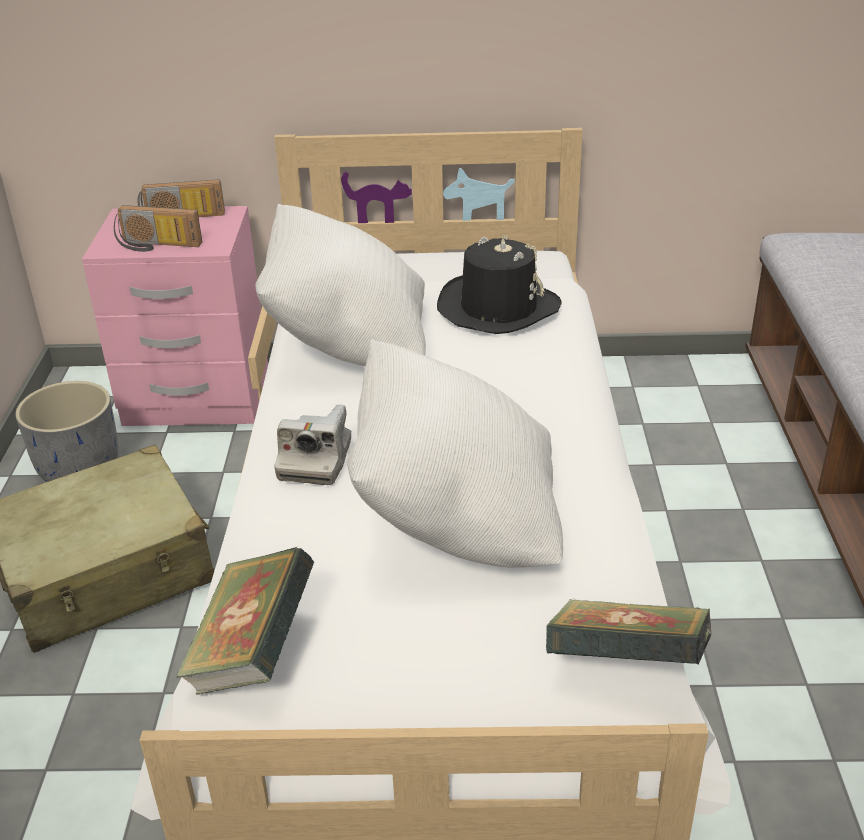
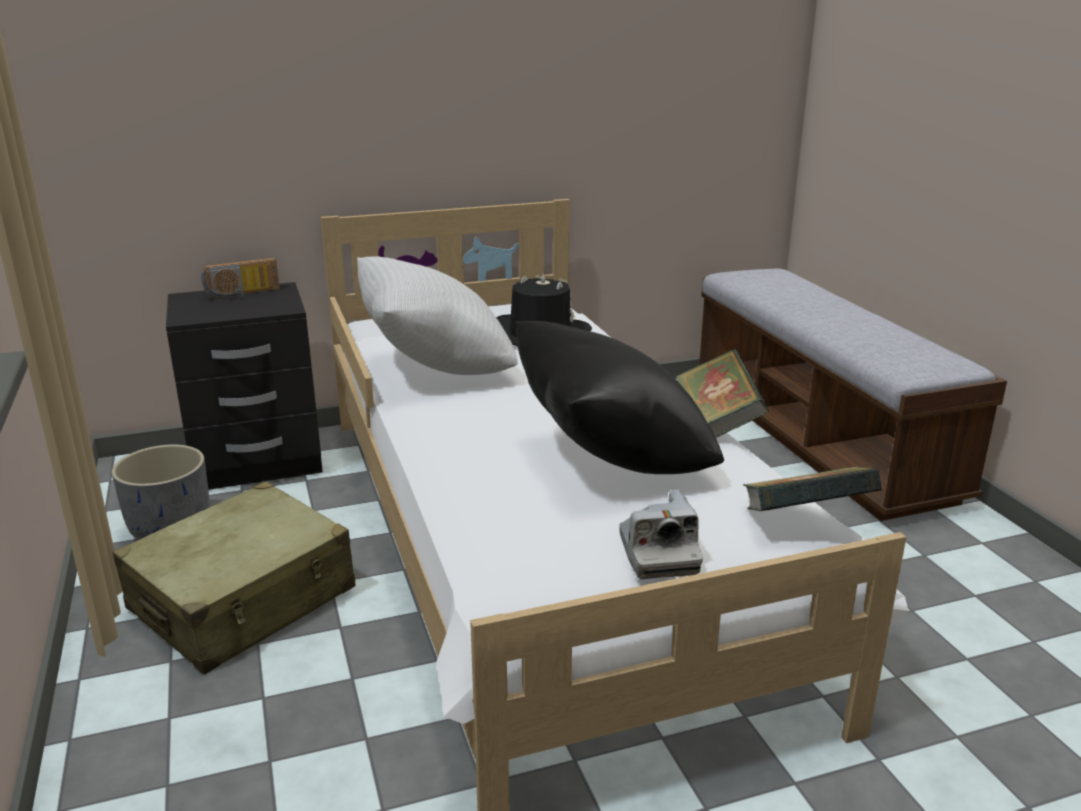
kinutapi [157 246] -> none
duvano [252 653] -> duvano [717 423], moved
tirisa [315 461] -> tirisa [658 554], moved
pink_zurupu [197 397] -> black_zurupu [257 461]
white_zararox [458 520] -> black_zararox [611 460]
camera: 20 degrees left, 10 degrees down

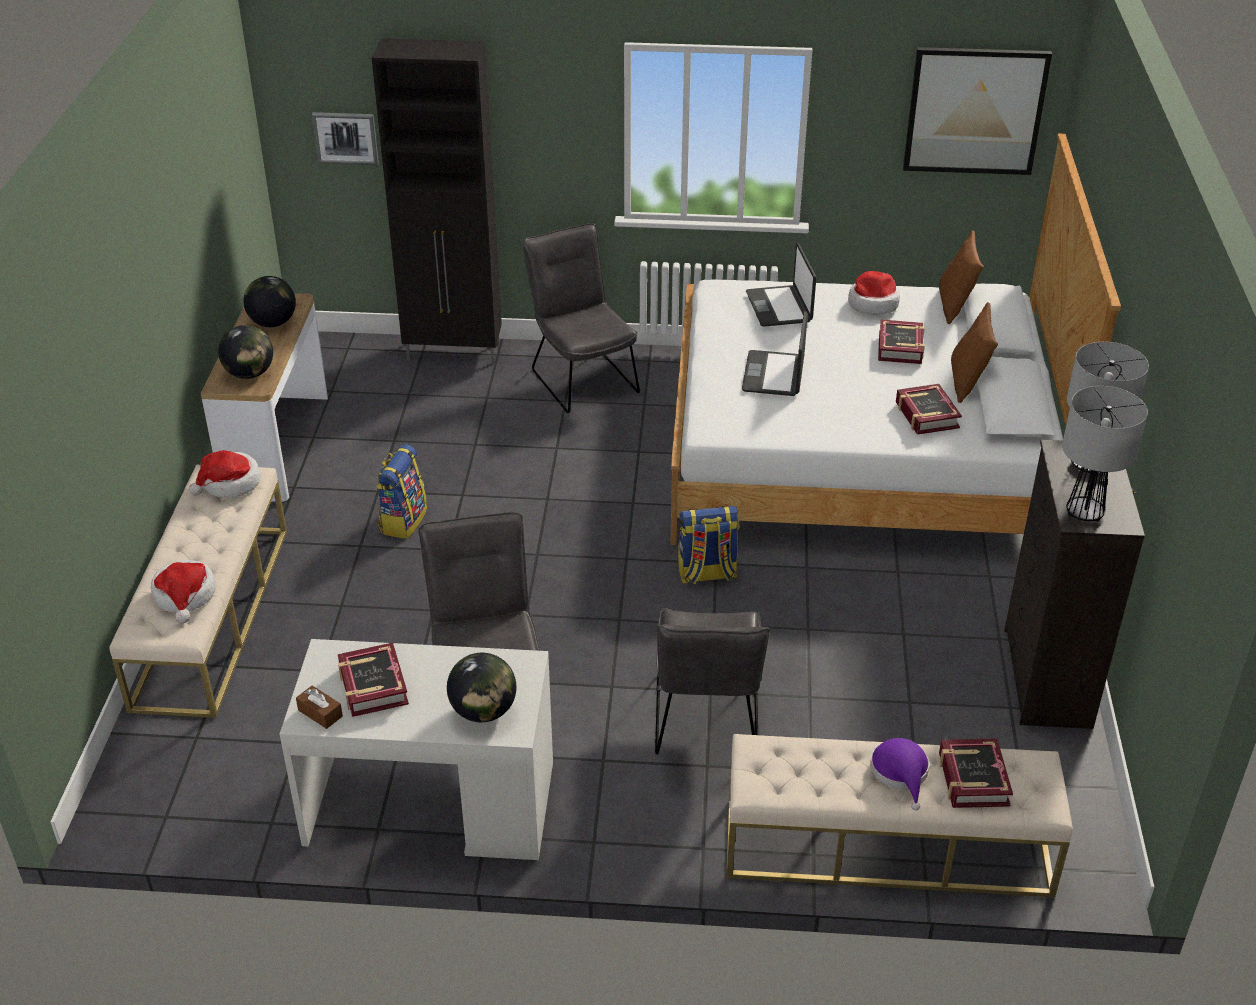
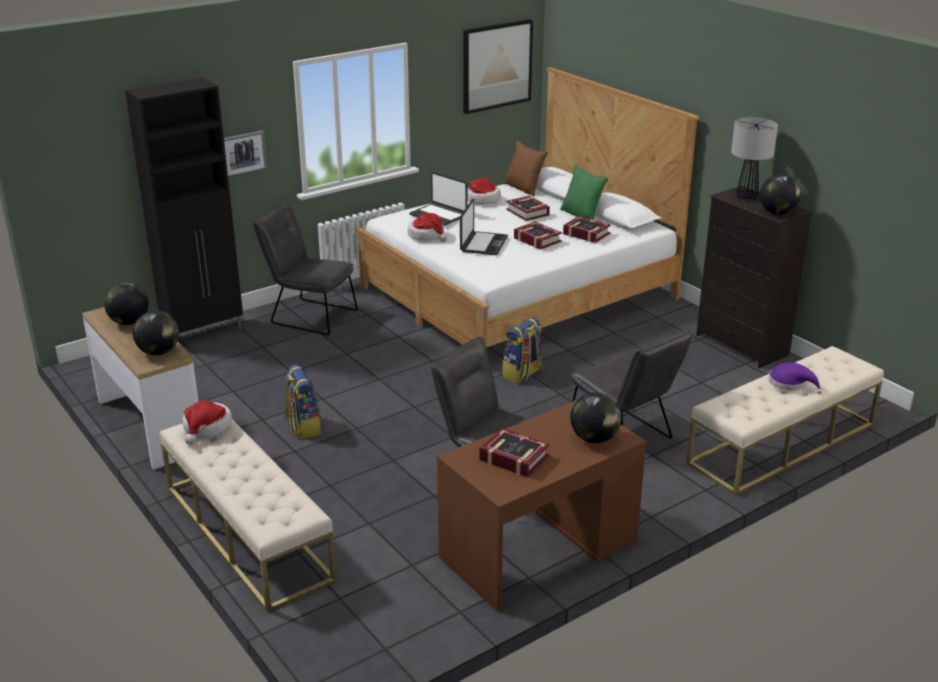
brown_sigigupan [320 713] -> none
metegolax [185 596] -> metegolax [427 235], moved
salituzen [345 138] -> salituzen [243 153], moved
duvano [972 779] -> duvano [537 240], moved
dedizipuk [1085 513] -> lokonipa [777 213]
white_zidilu [430 803] -> brown_zidilu [539 549]
brown_zararox [968 382] -> green_zararox [582 215]
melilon [774 375] -> melilon [483 244], 135 degrees counterclockwise
camera: 40 degrees left, 10 degrees down

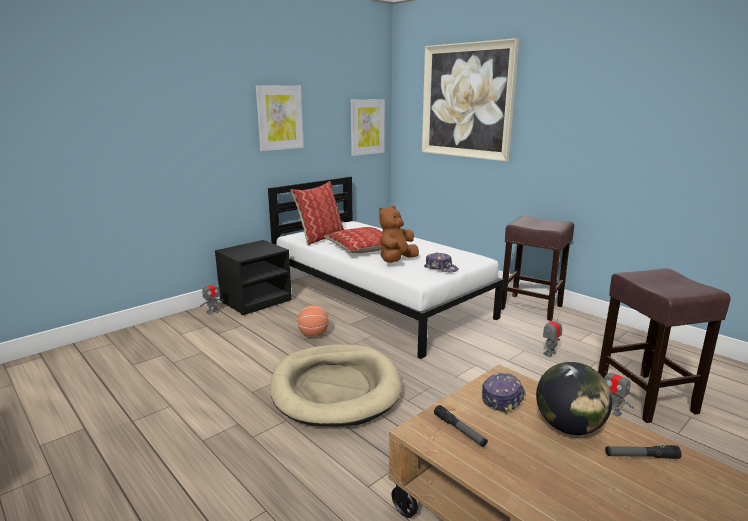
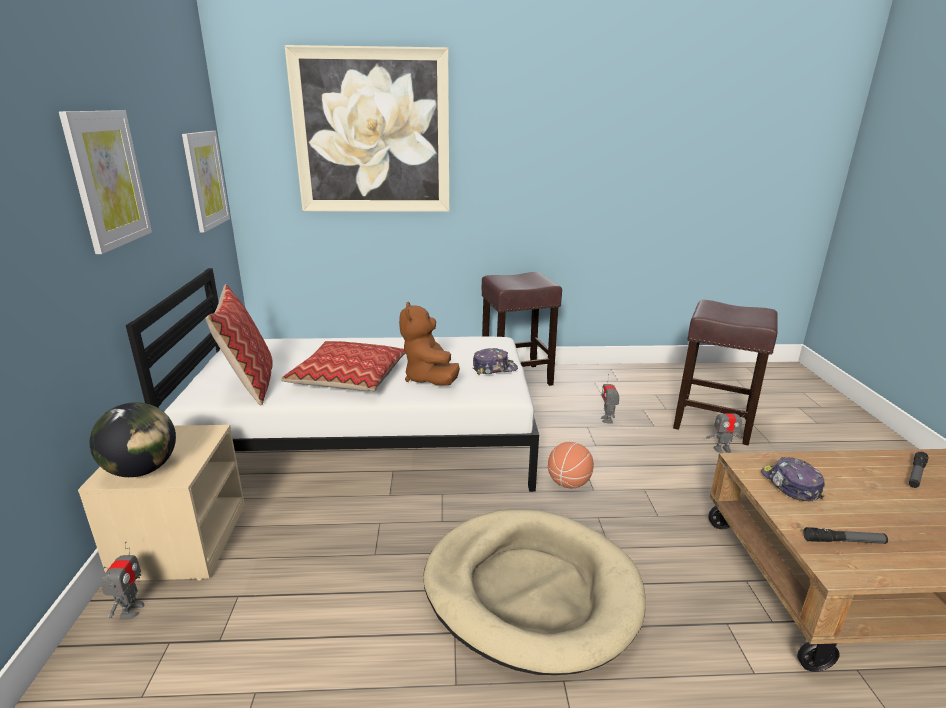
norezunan [313 334] -> norezunan [569 483], moved
lokonipa [568 427] -> lokonipa [142 470], moved
black_zurupu [256 300] -> beige_zurupu [181 541]
camera: 50 degrees left, 5 degrees up

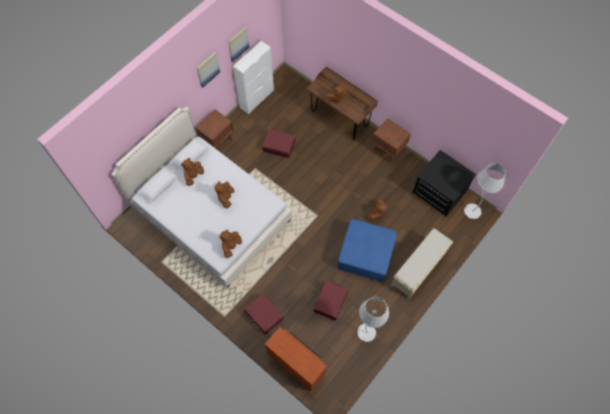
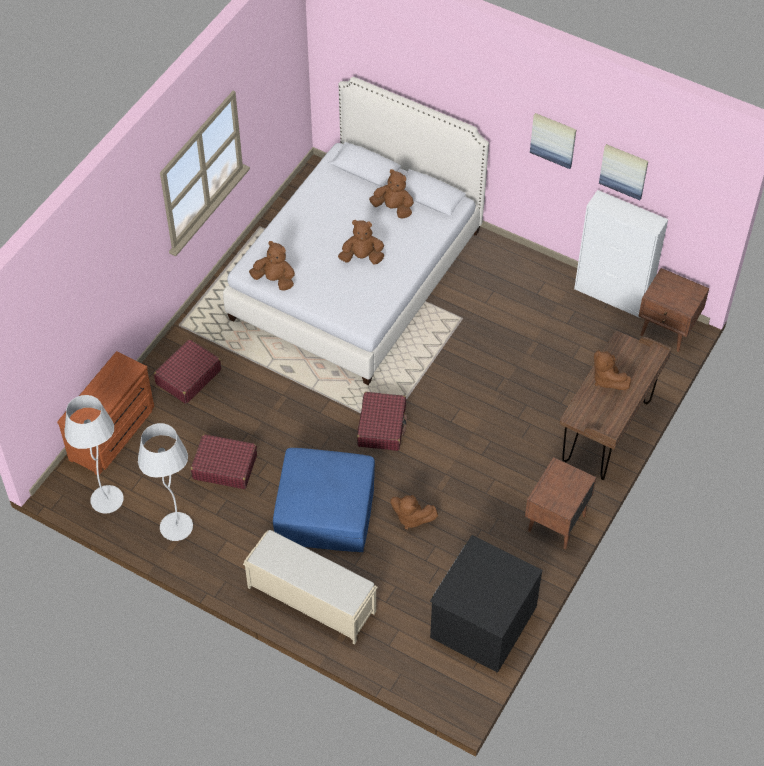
brown_zurupu [218 141] -> brown_zurupu [668 330], moved
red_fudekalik [279 146] -> red_fudekalik [382 426], moved
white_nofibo [472 211] -> white_nofibo [107 500], moved
camera: 80 degrees right, 10 degrees down

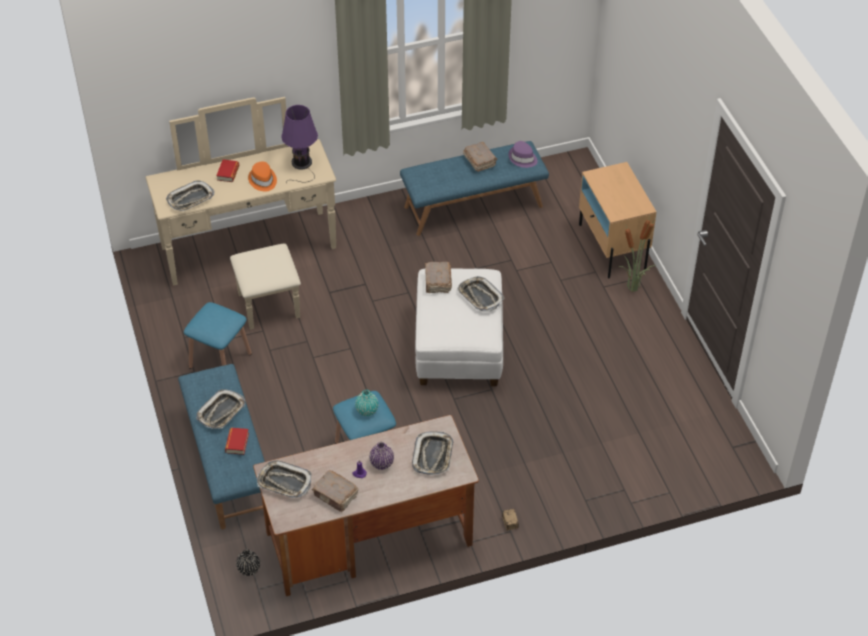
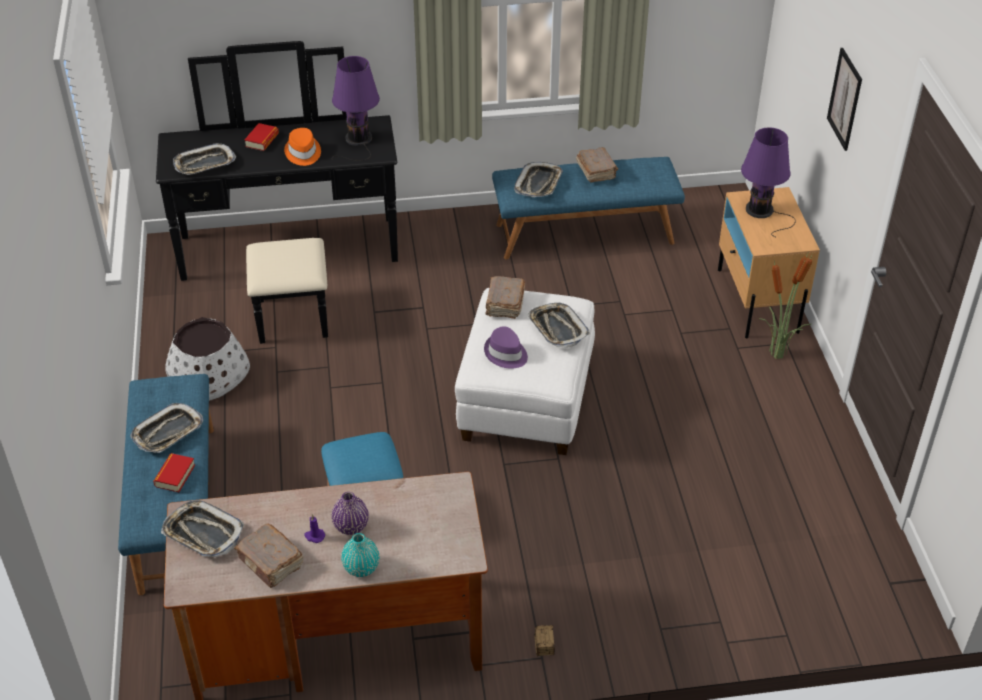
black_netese [249 569] -> none
none -> purple_dedizipuk [762 211]
none -> salituzen [845 99]
turquoise_netese [367 410] -> turquoise_netese [361 568], moved
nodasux [433 456] -> nodasux [539 184], moved
purple_metegolax [522 158] -> purple_metegolax [505 354], moved
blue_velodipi [220 360] -> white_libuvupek [209 376]
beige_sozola [254 260] -> black_sozola [290 264]
camera: 10 degrees right, 5 degrees down

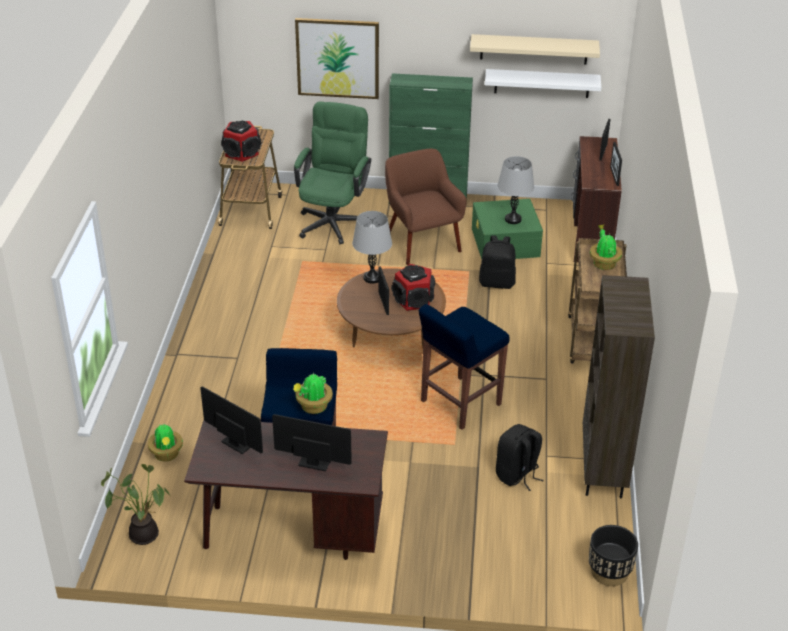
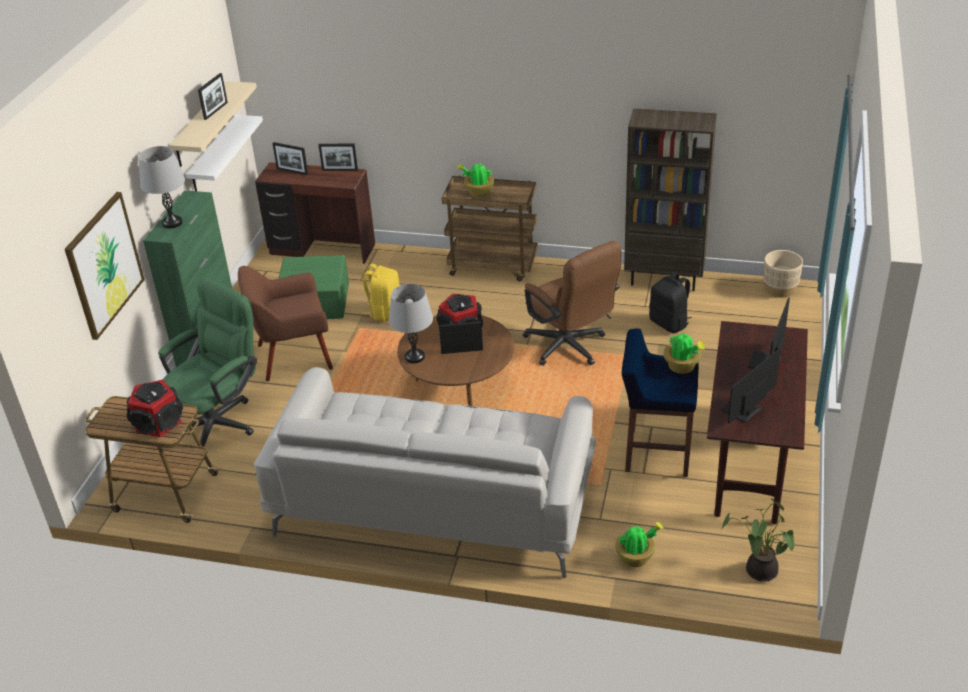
none -> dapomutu [216 111]
none -> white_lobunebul [433 499]
grey_dedizipuk [513 219] -> grey_dedizipuk [172 223], moved
blue_velodipi [459 403] -> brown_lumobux [570 348]
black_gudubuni [497 283] -> yellow_gudubuni [384 312]
black_libuvupek [609 572] -> beige_libuvupek [780 289]
green_lumobux [333 220] -> green_lumobux [220 420], 105 degrees clockwise
camera: 80 degrees left, 0 degrees up

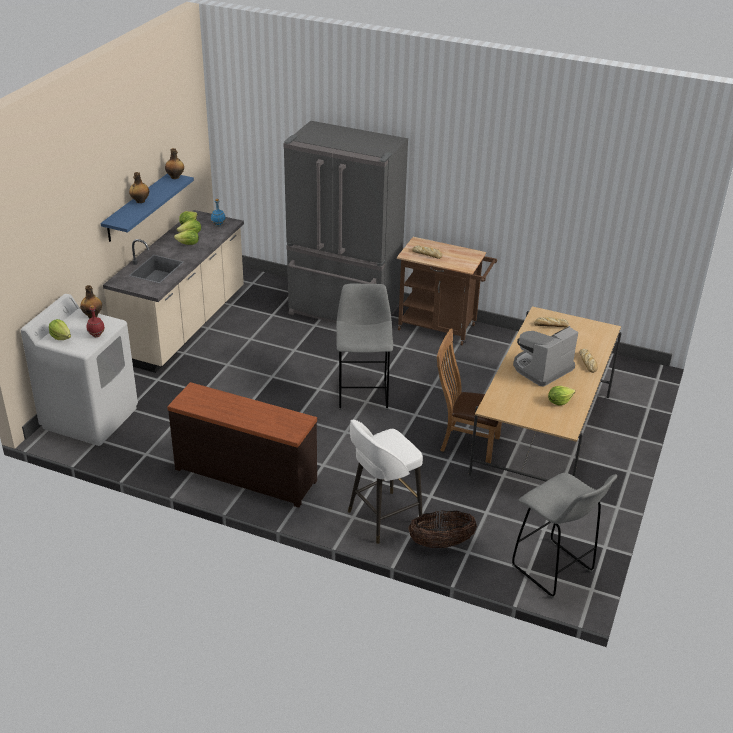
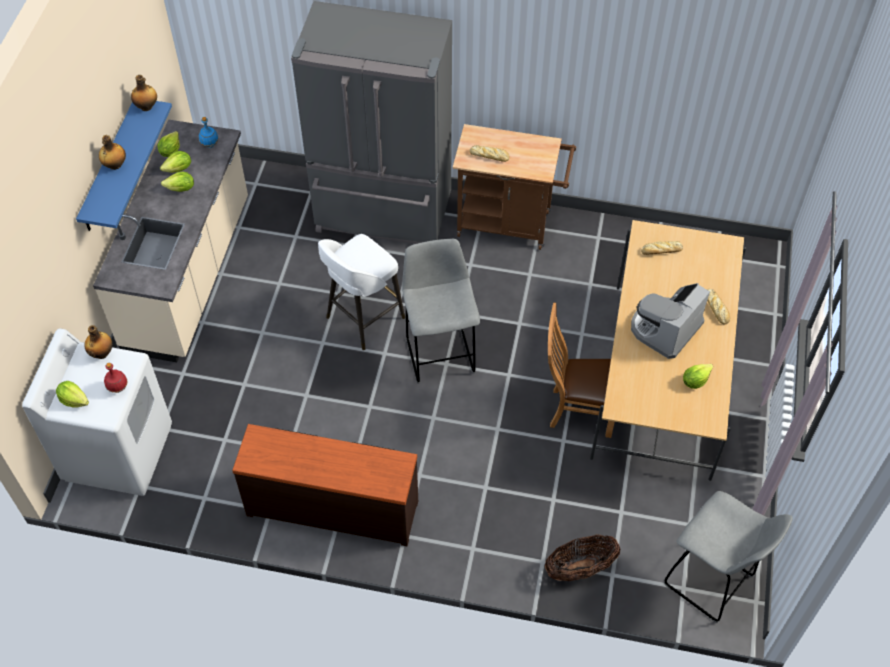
white_velodipi [382 518] -> white_velodipi [363 319], moved
camera: 10 degrees left, 20 degrees up

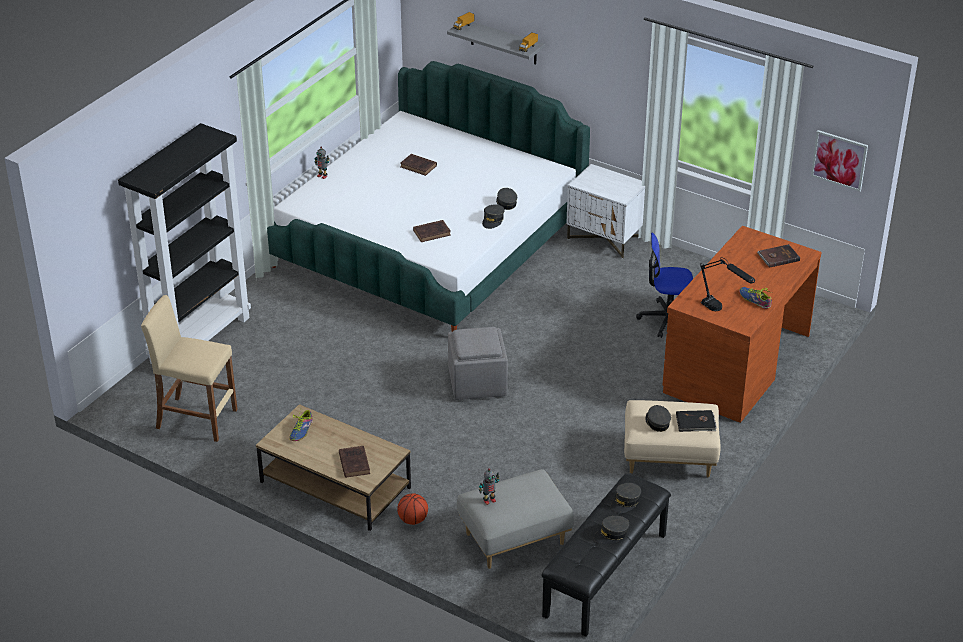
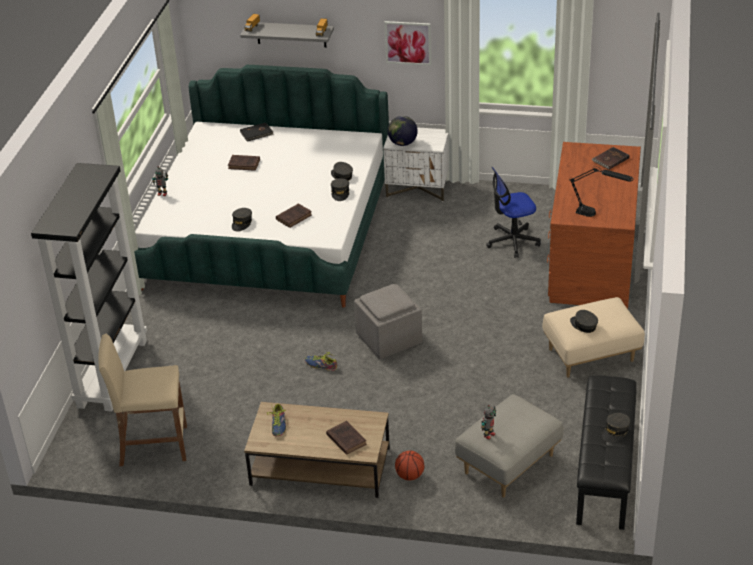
none -> lokonipa [402 143]
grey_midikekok [625 502] -> grey_midikekok [242 223], moved
black_duvano [696 423] -> black_duvano [257 133], moved
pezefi [755 300] -> pezefi [321 365], moved
salituzen [839 160] -> salituzen [408 43], moved
camera: 20 degrees left, 0 degrees up

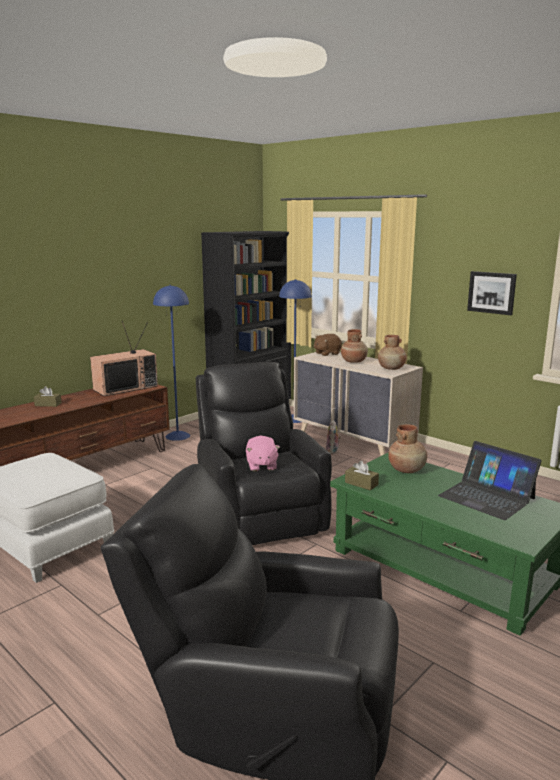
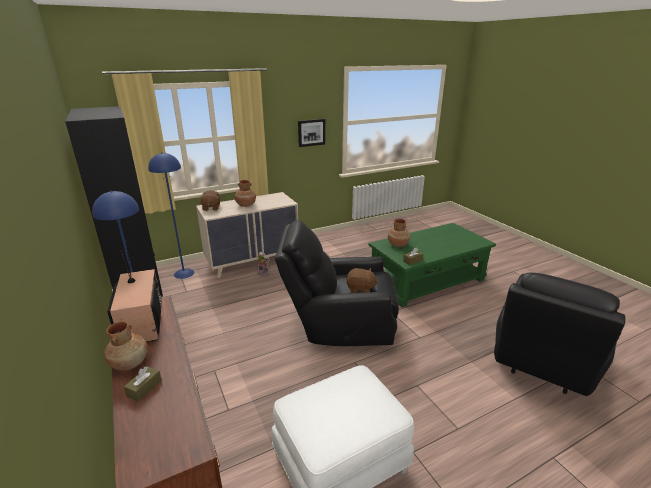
melilon [487 497] -> none
brown_netese [391 368] -> brown_netese [130 363], moved
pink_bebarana [261 466] -> brown_bebarana [360 289]
camera: 70 degrees left, 10 degrees up

